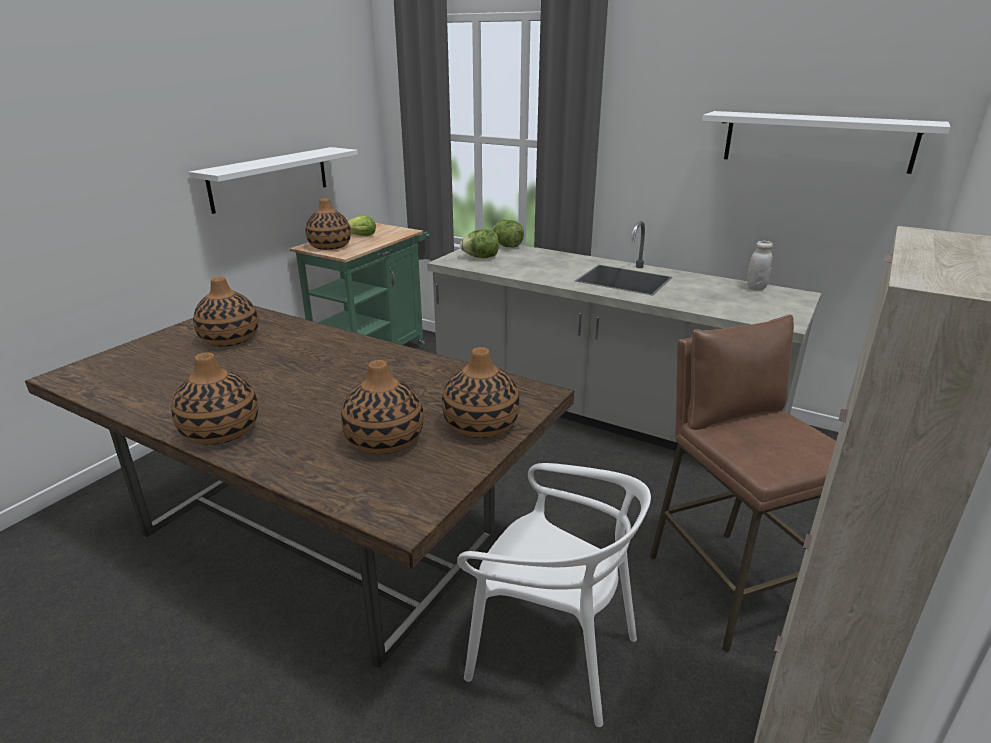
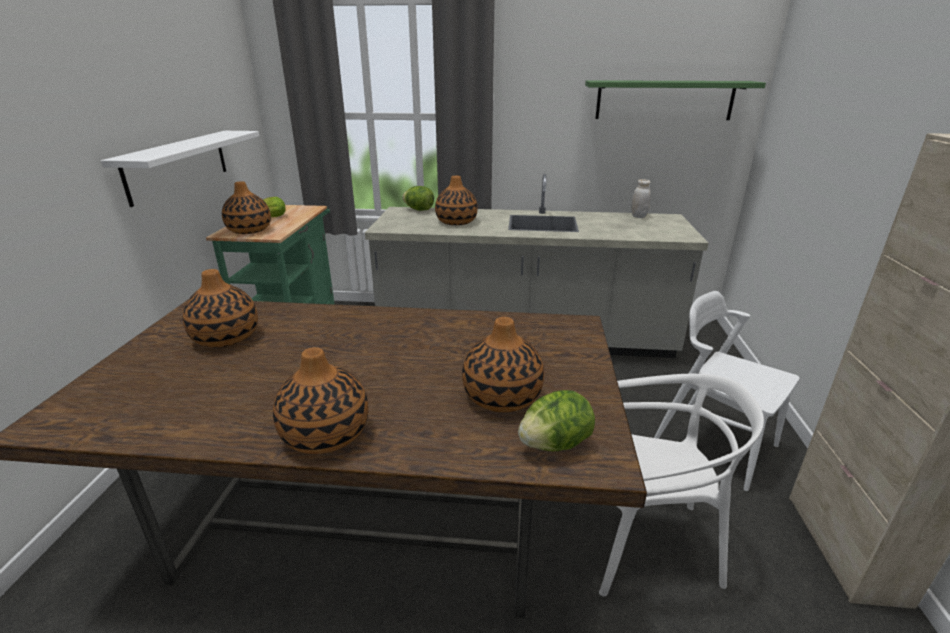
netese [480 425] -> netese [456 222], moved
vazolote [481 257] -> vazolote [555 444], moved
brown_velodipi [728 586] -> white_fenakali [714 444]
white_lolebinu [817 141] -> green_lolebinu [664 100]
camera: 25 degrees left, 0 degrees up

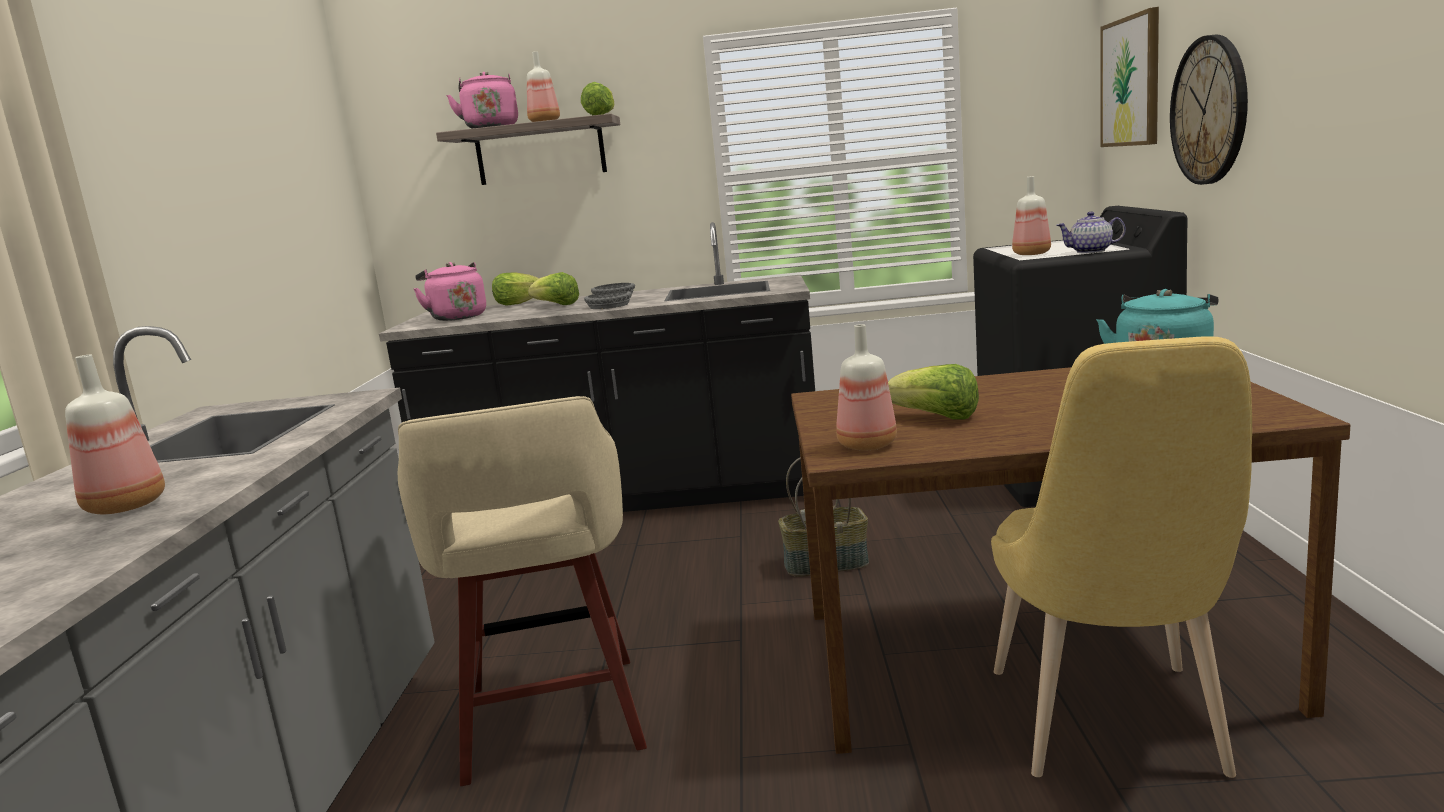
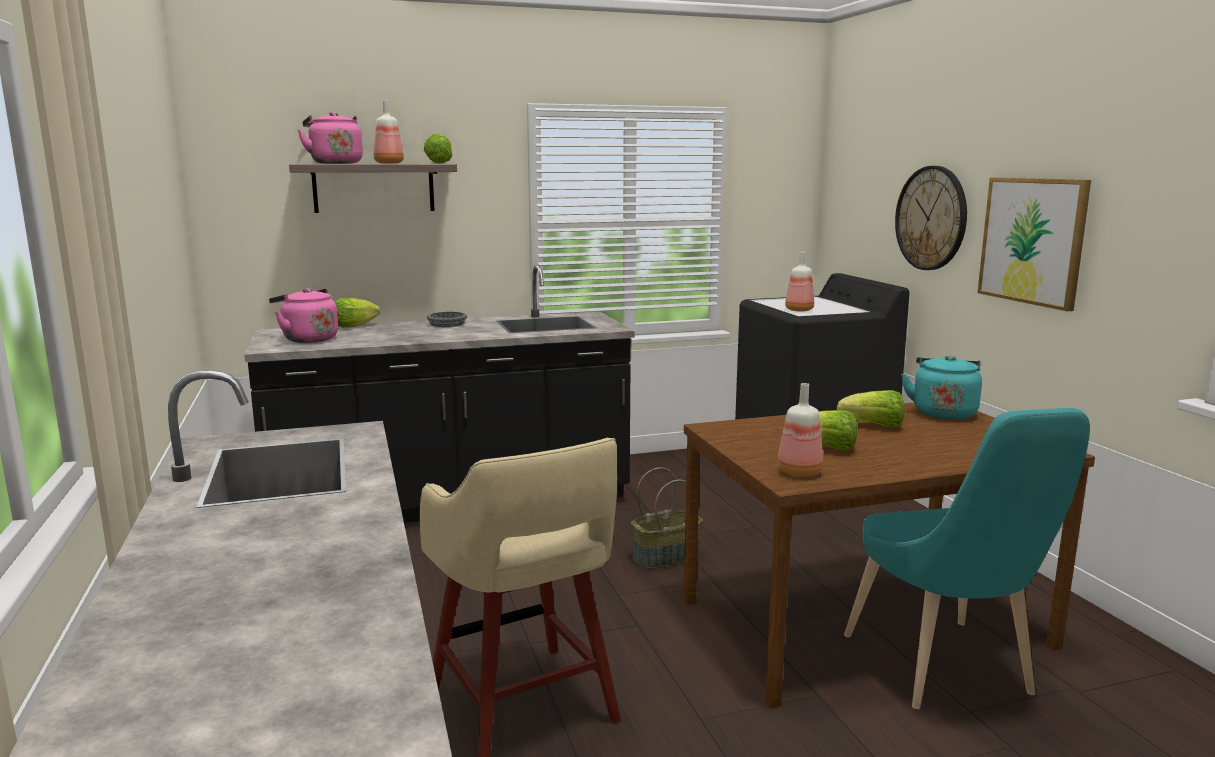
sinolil [127 505] -> none
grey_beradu [609 305] -> none
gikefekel [1091 251] -> none
vazolote [556 305] -> vazolote [873 426], moved
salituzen [1131 82] -> salituzen [1032 241], moved
yellow_fenakali [1111 731] -> turquoise_fenakali [944 671]
camera: 20 degrees left, 0 degrees up

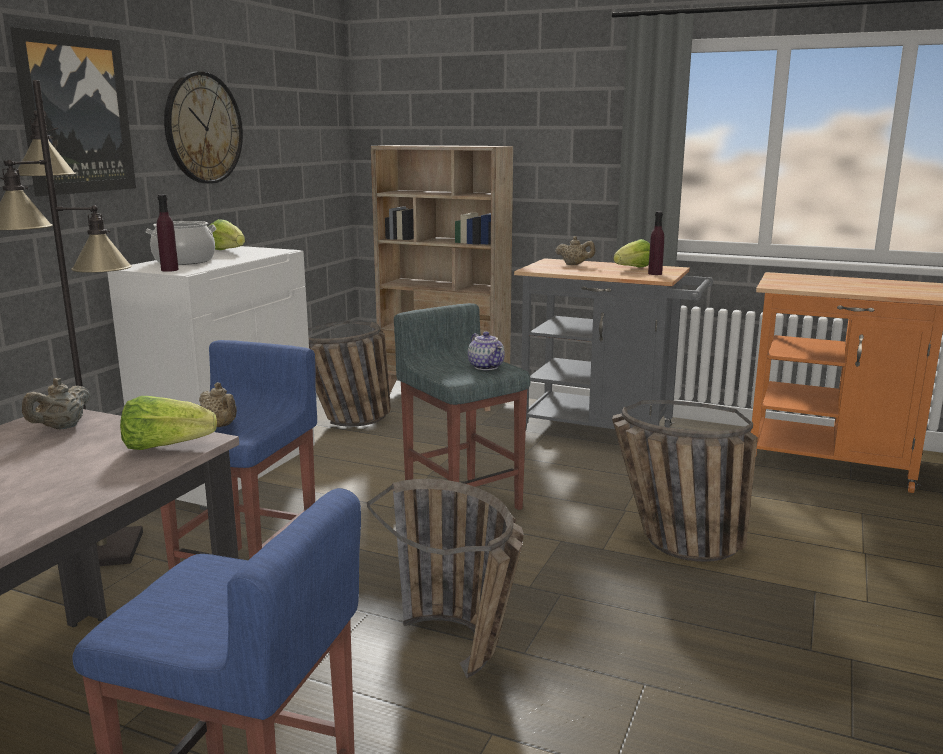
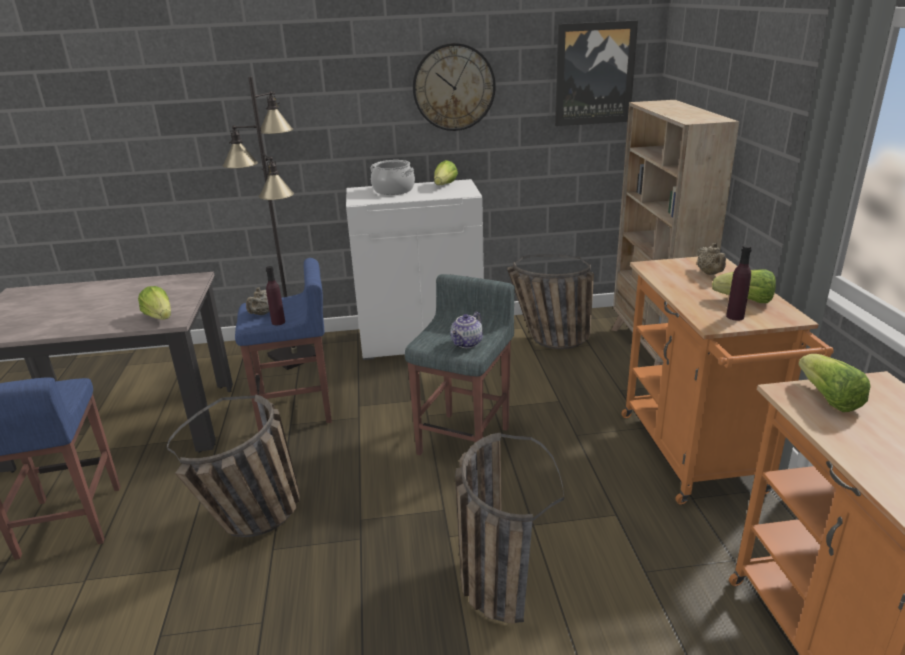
beige_gikefekel [61 428] -> none
none -> vazolote [828 399]
salituzen [75 115] -> salituzen [594 74], moved
purple_sinolil [169 270] -> purple_sinolil [278 322], moved
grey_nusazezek [606 432] -> orange_nusazezek [696 459]
camera: 60 degrees right, 10 degrees up

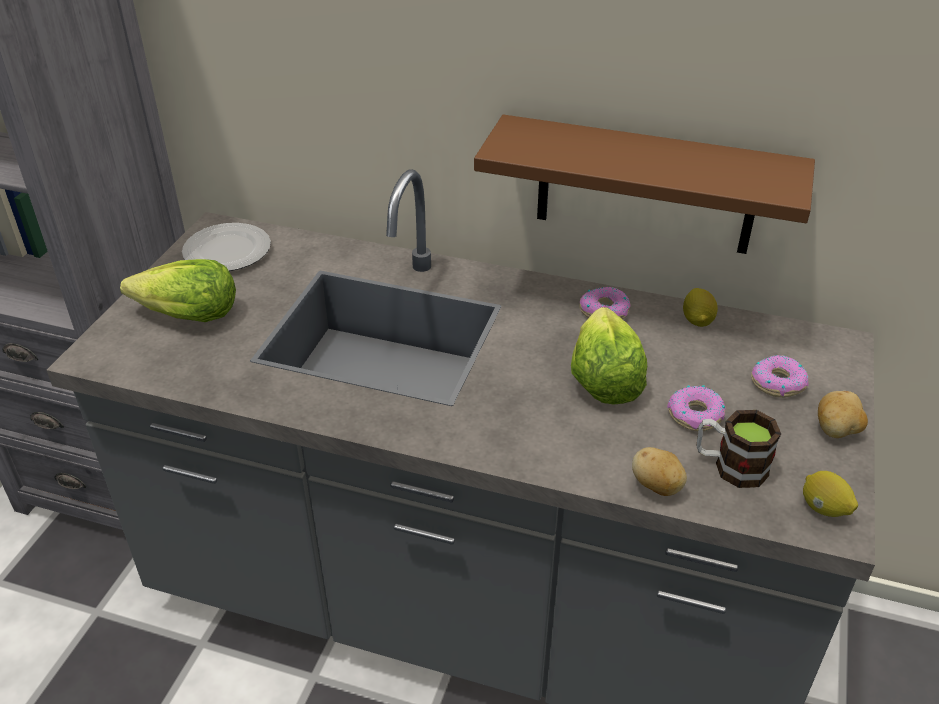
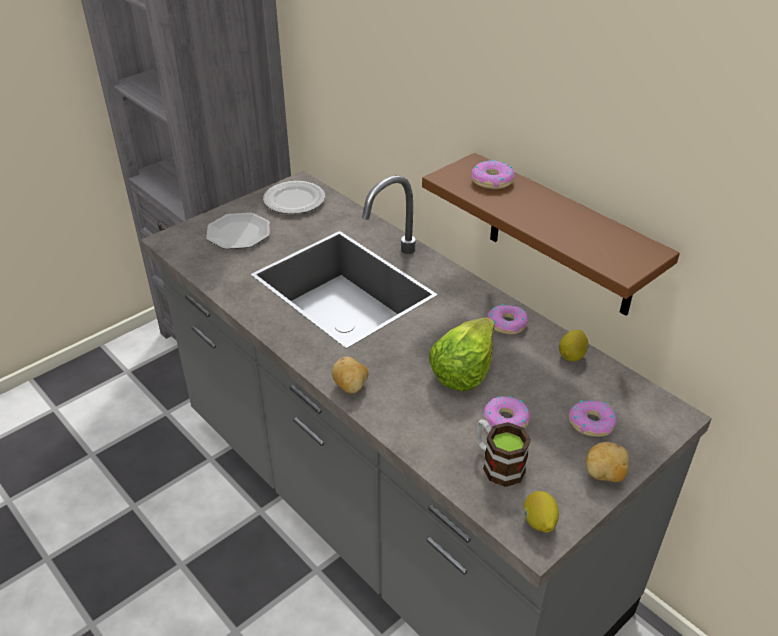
none -> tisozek [492 181]
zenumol [656 487] -> zenumol [350 387], moved
vazolote [188 316] -> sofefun [239 234]
camera: 30 degrees right, 0 degrees up

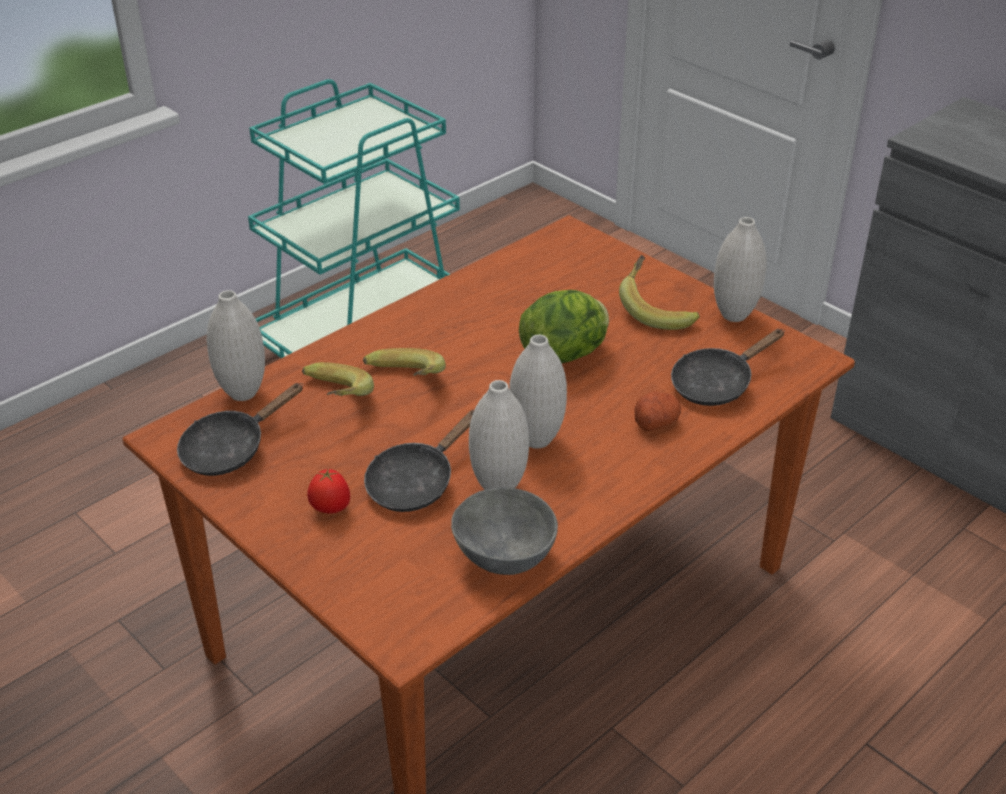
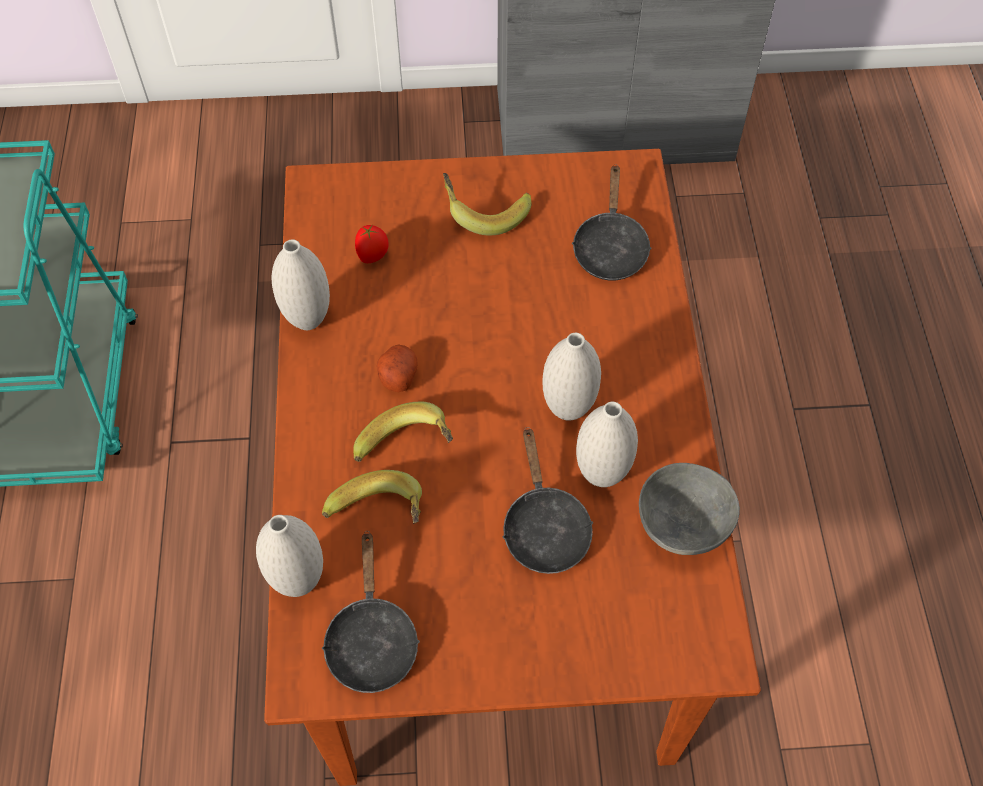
vazolote [565 355] -> none
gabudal [330 509] -> gabudal [373 256], moved
zenumol [656 422] -> zenumol [398 375], moved
white_netese [734 315] -> white_netese [308 320], moved
camera: 50 degrees left, 20 degrees up

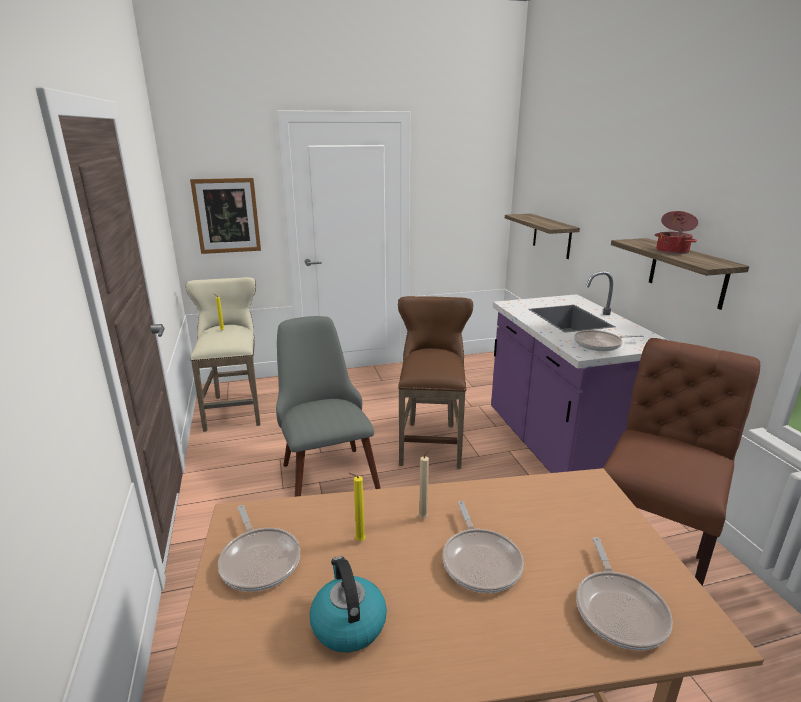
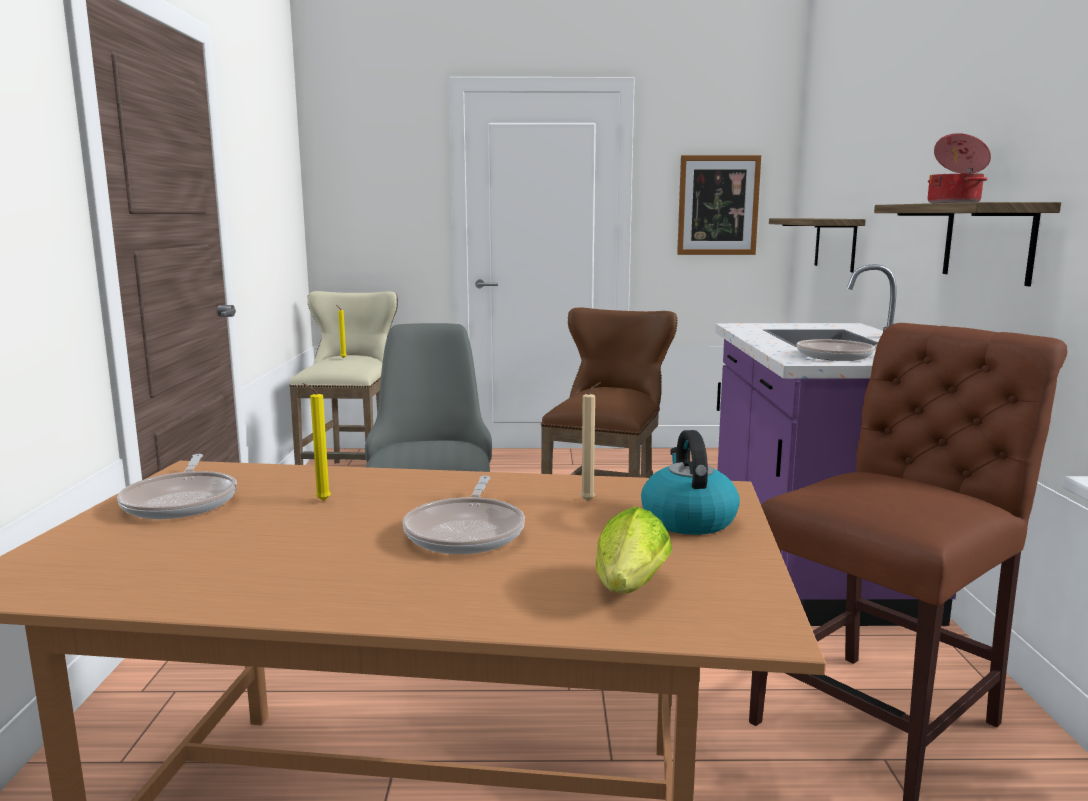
salituzen [227 216] -> salituzen [718 205], moved
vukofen [348 623] -> vukofen [687 519], moved
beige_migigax [424 517] -> beige_migigax [590 501], moved
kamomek [619 610] -> vazolote [628 591]
camera: 15 degrees right, 10 degrees down

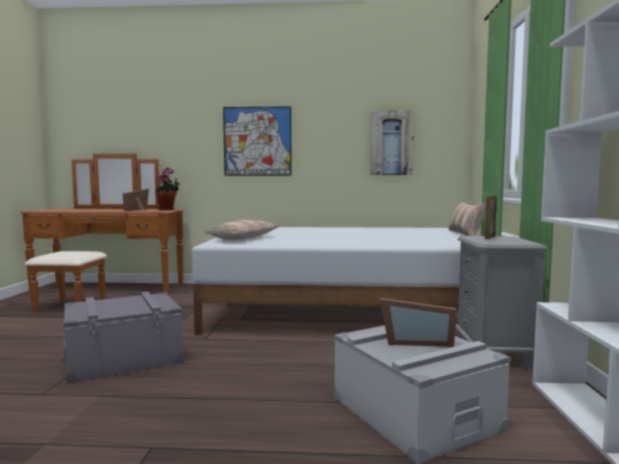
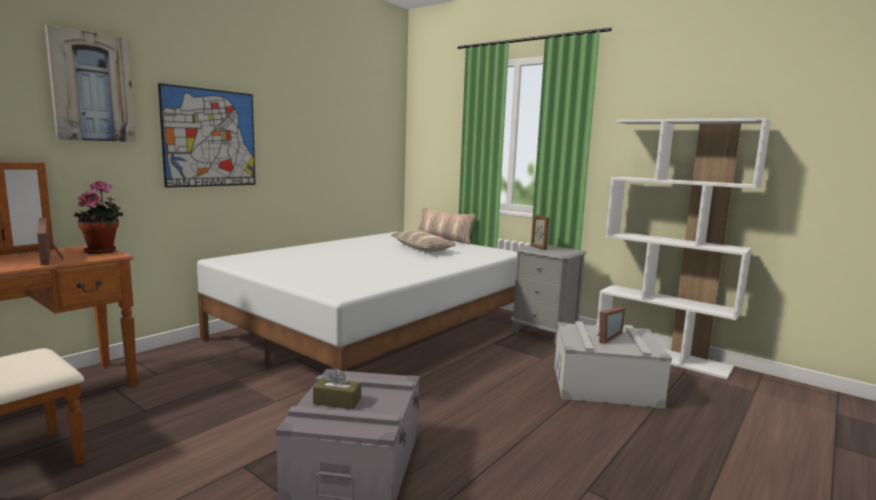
none -> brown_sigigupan [337 401]
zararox [244 238] -> zararox [422 248], moved
salituzen [391 143] -> salituzen [92 87], moved
camera: 55 degrees left, 5 degrees up

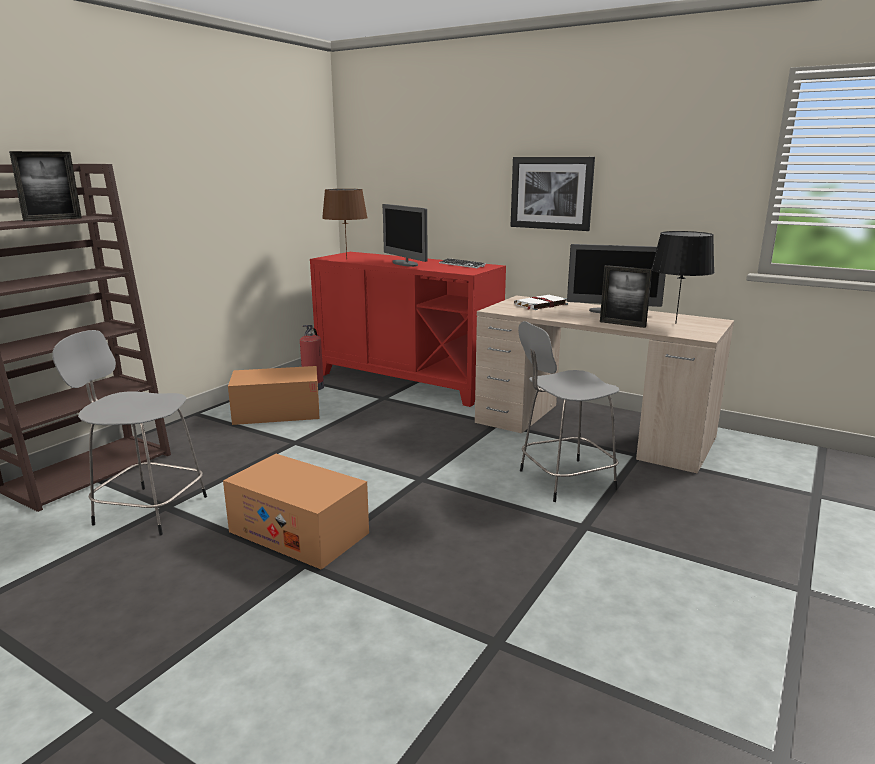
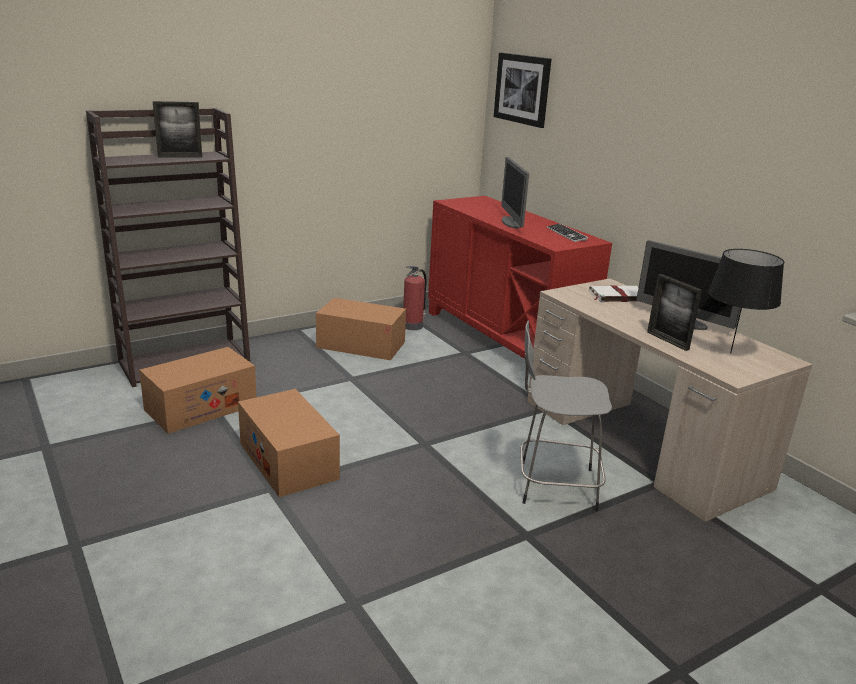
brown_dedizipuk [346 259] -> none
salituzen [551 193] -> salituzen [522 89], moved
grey_velodipi [148 509] -> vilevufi [201 407]
camera: 25 degrees right, 5 degrees up

